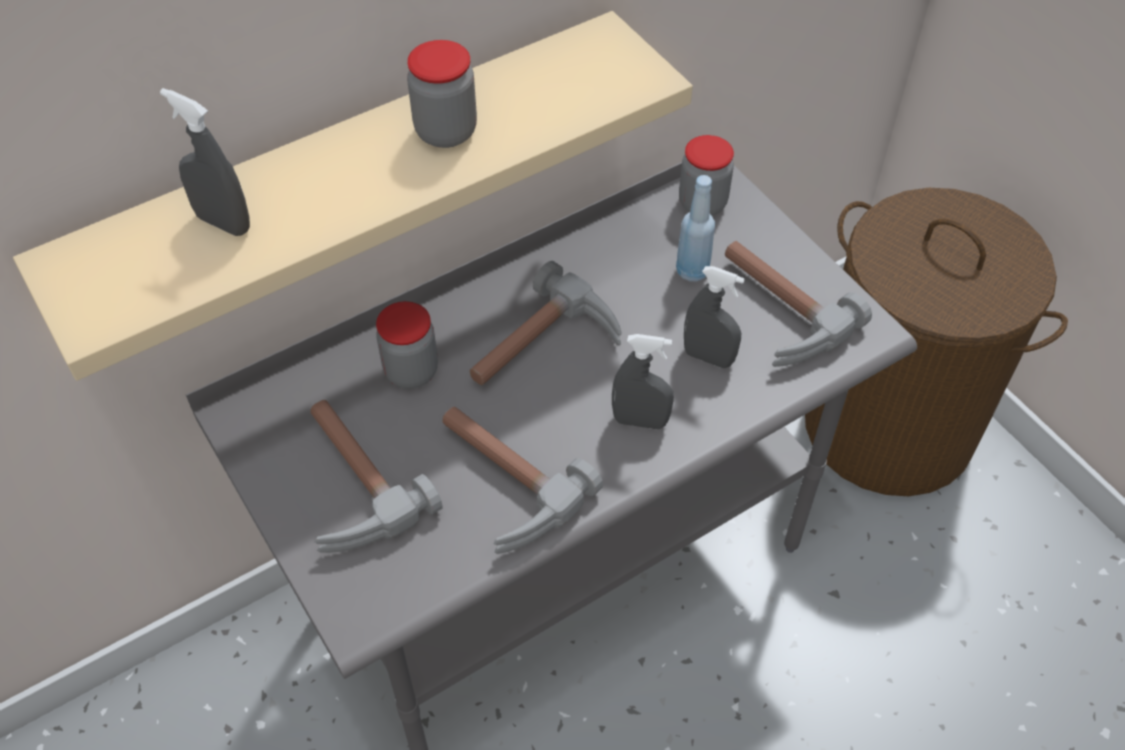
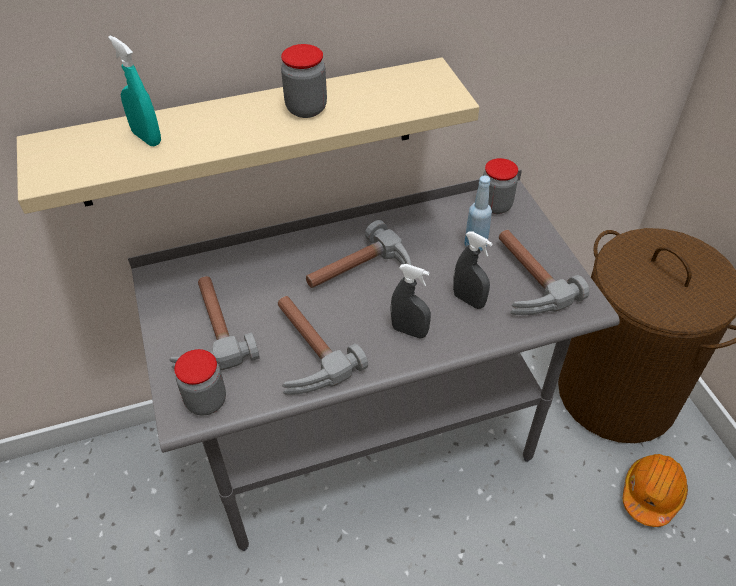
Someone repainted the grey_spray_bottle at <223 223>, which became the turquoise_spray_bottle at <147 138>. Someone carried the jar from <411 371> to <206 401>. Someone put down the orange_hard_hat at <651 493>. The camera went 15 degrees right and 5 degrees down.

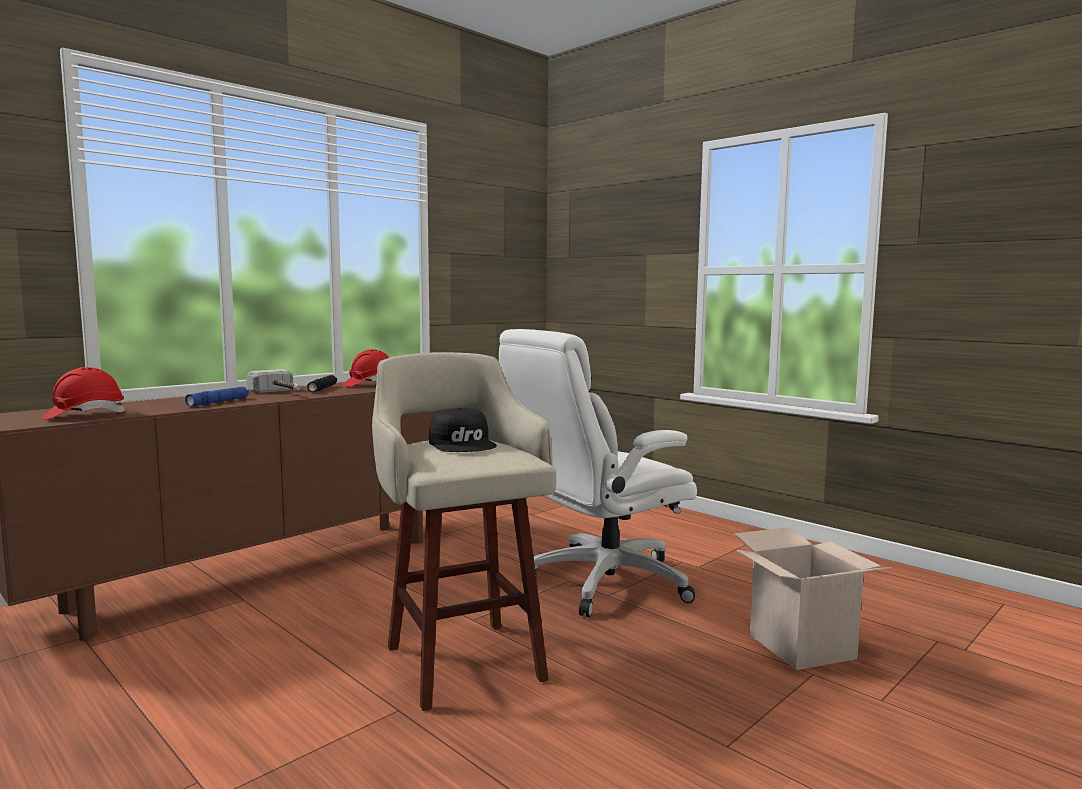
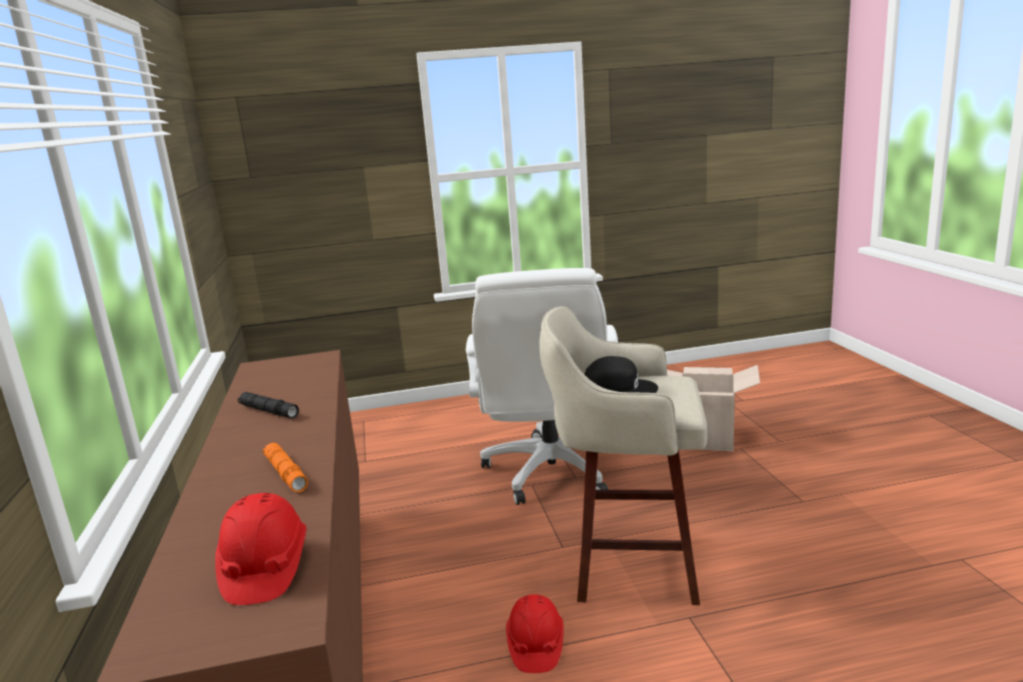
Someone repainted the blue_flashlight at <218 402>, which became the orange_flashlight at <286 473>. Someone took away the hammer at <281 393>. Someone carried the red_hard_hat from <370 385> to <535 646>. The camera went 55 degrees left and 10 degrees up.

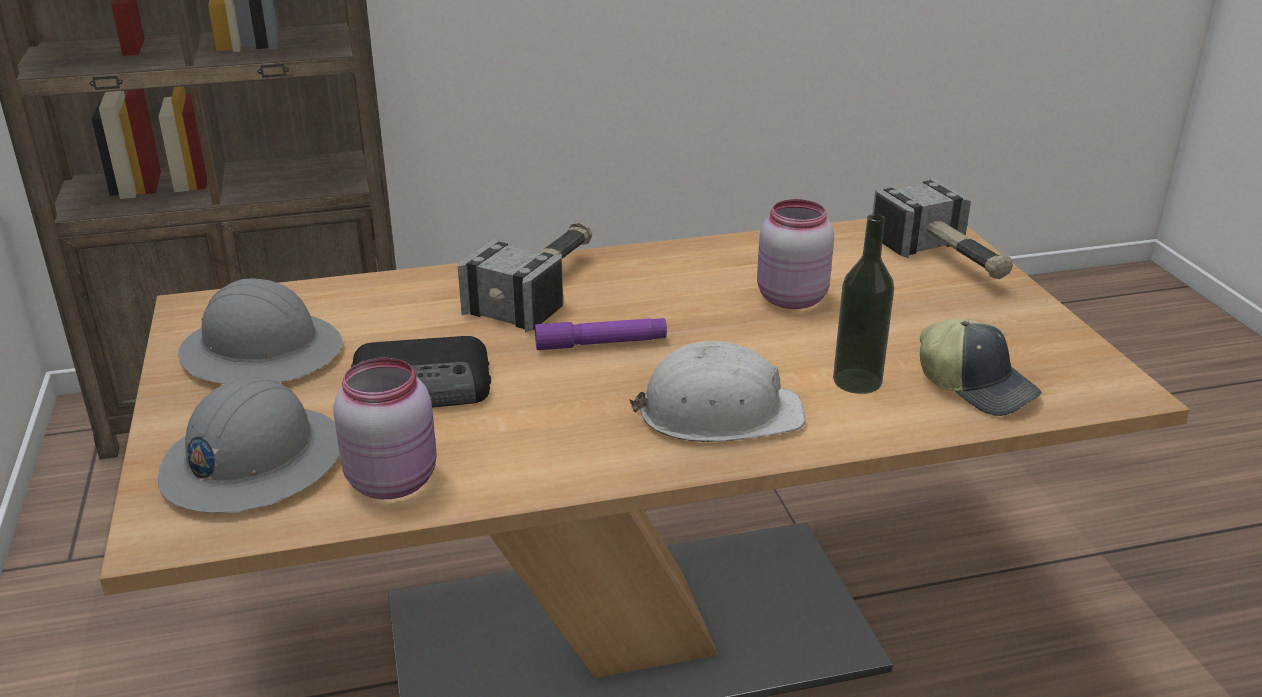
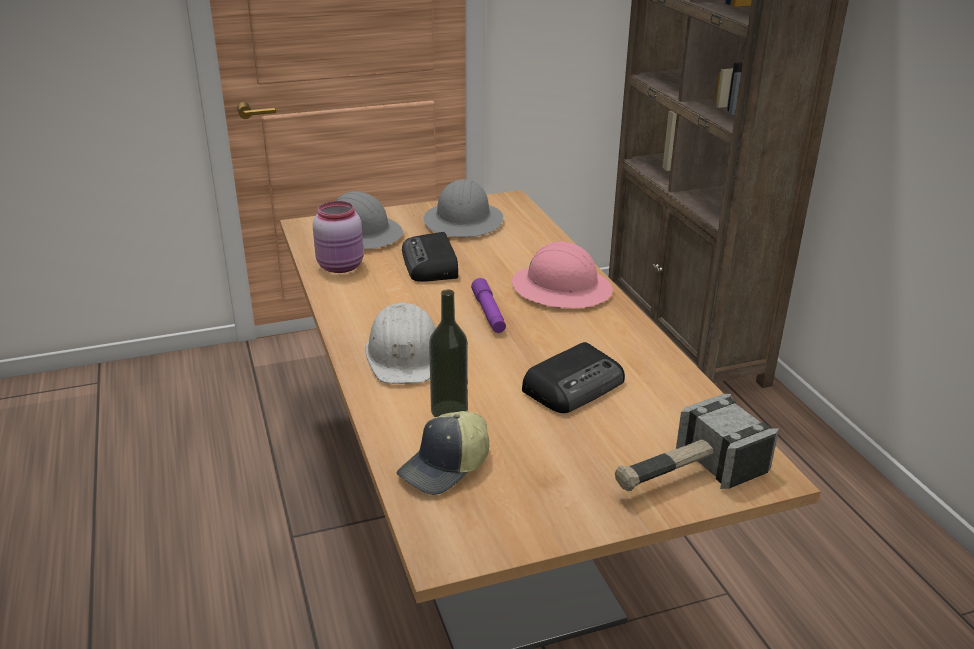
Someone swapped the hammer at <540 288> for the pink_hard_hat at <561 288>. Someone swapped the pink_jar at <789 298> for the radio at <575 385>. The camera went 85 degrees right and 0 degrees up.

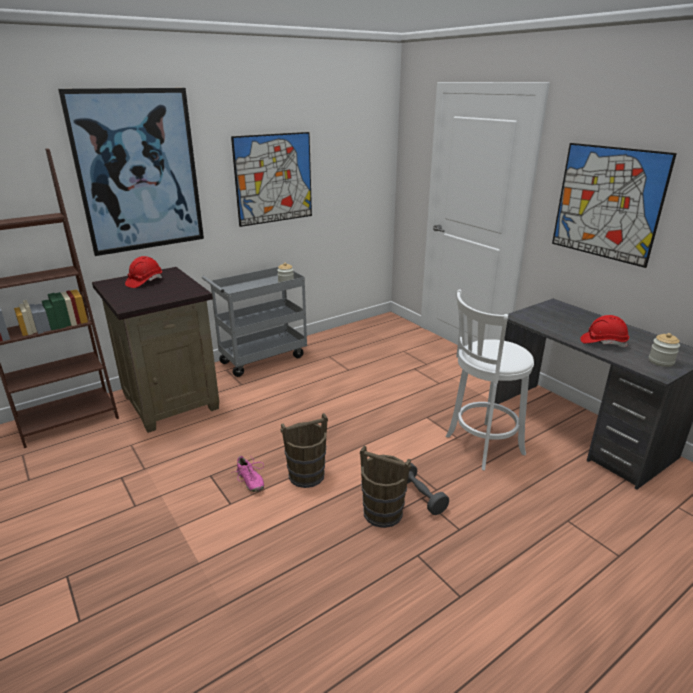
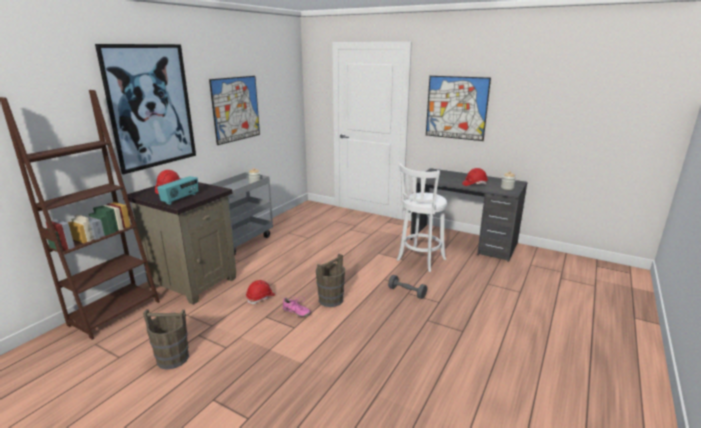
Someone carried the brown_bucket from <382 512> to <172 358>. Someone put down the radio at <181 199>. Someone put down the red_hard_hat at <261 298>. The camera went 25 degrees left and 5 degrees down.

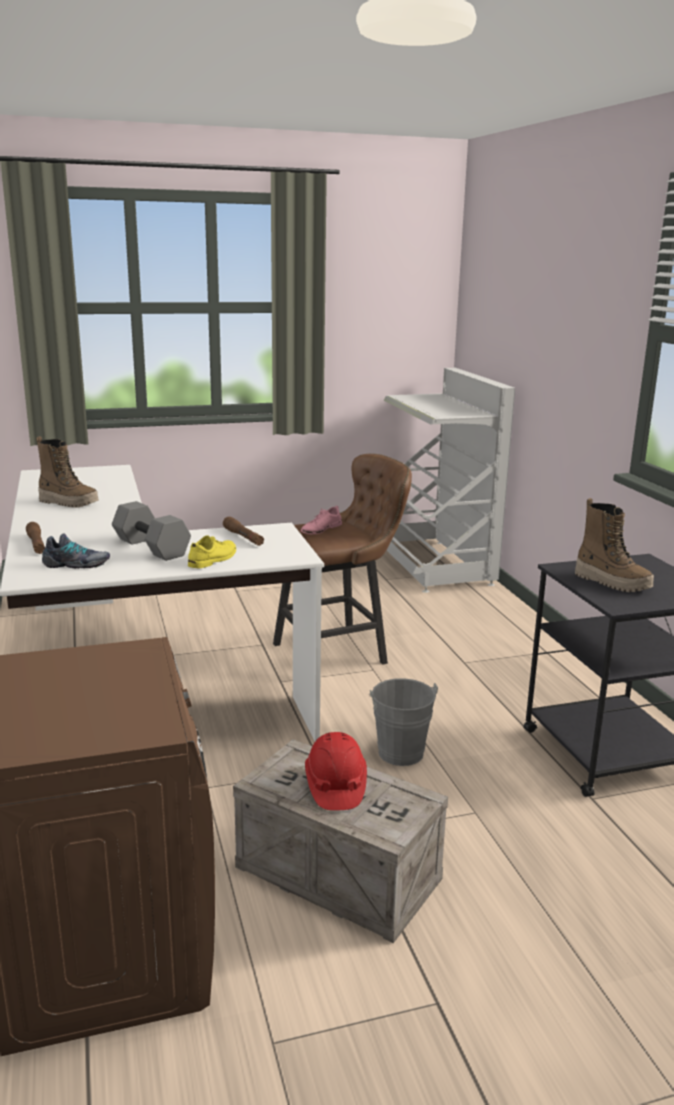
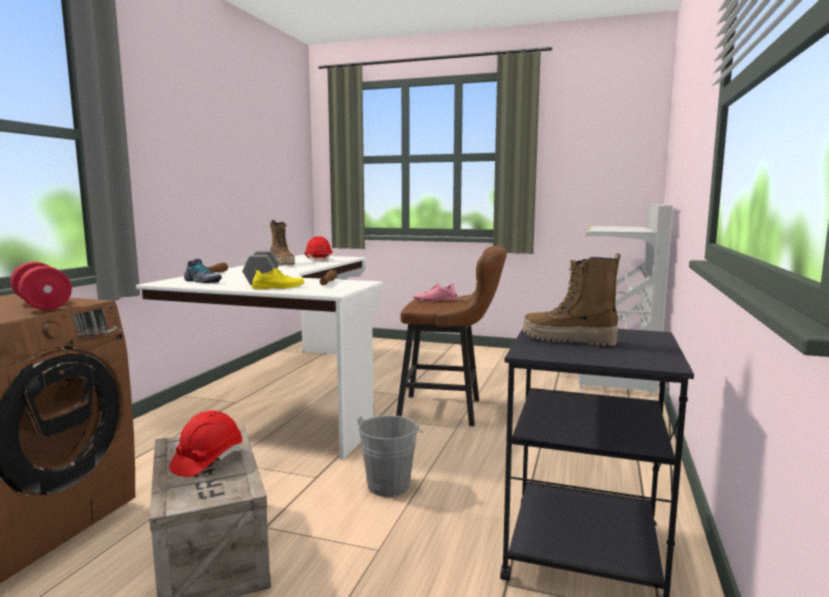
Someone rotated the boot at <612 582> by 120 degrees clockwise. Someone put down the red_dumbbell at <42 305>. Someone put down the red_hard_hat at <318 260>. The camera went 35 degrees right and 10 degrees down.

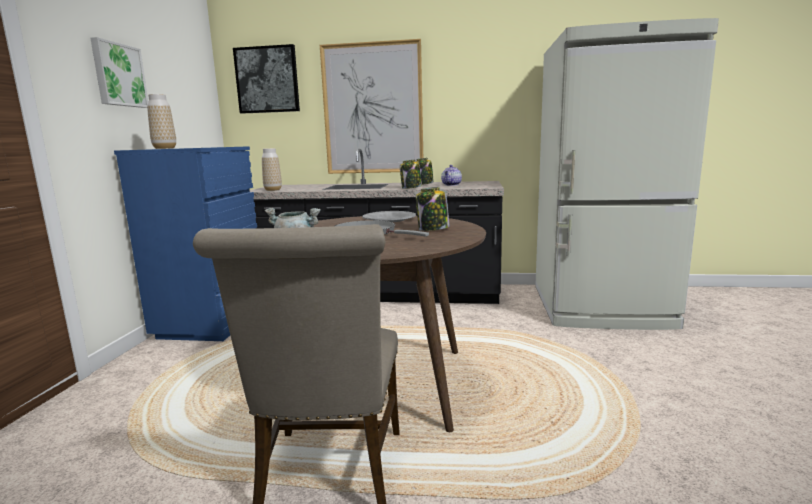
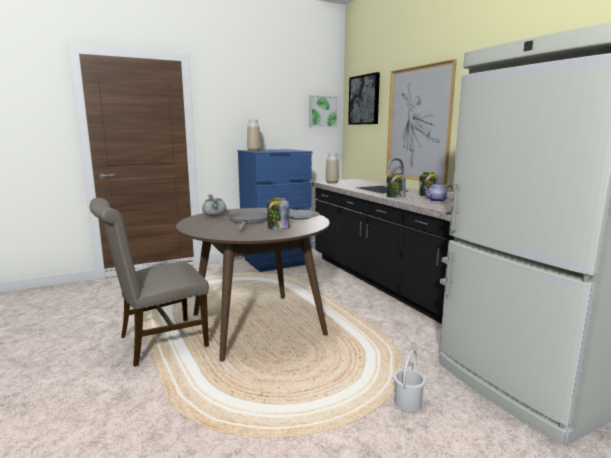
Someone carried the picture from <118 75> to <322 112>. Someone put down the white_bucket at <408 403>. The camera went 55 degrees right and 0 degrees up.

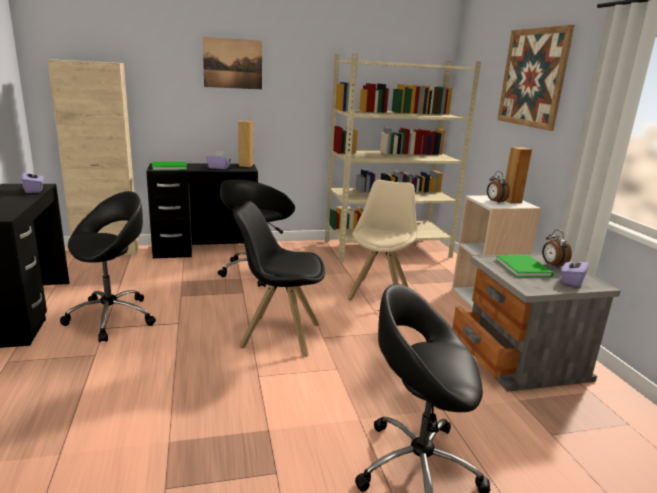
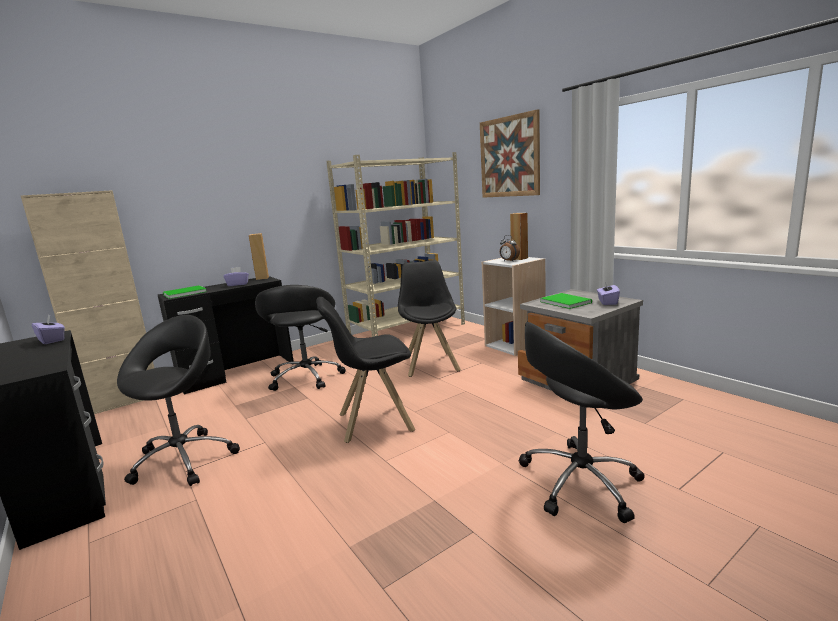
Someone took away the picture at <233 63>. Someone repainted the beige_chair at <379 292>, which became the black_chair at <431 364>. Someone took away the alarm_clock at <552 265>. The camera went 20 degrees left and 5 degrees down.

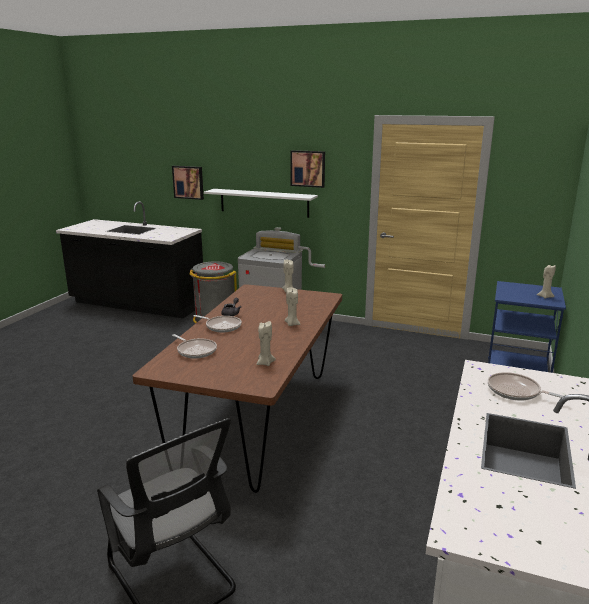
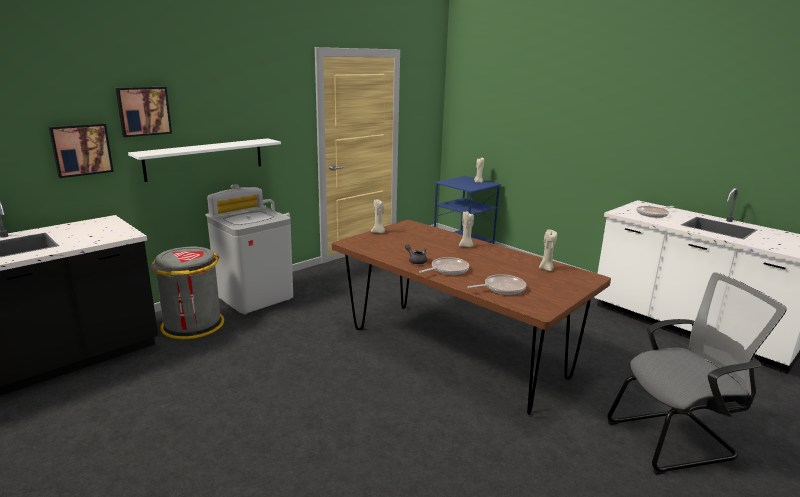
Someone carried the picture from <308 168> to <143 111>. The camera went 65 degrees left and 0 degrees up.

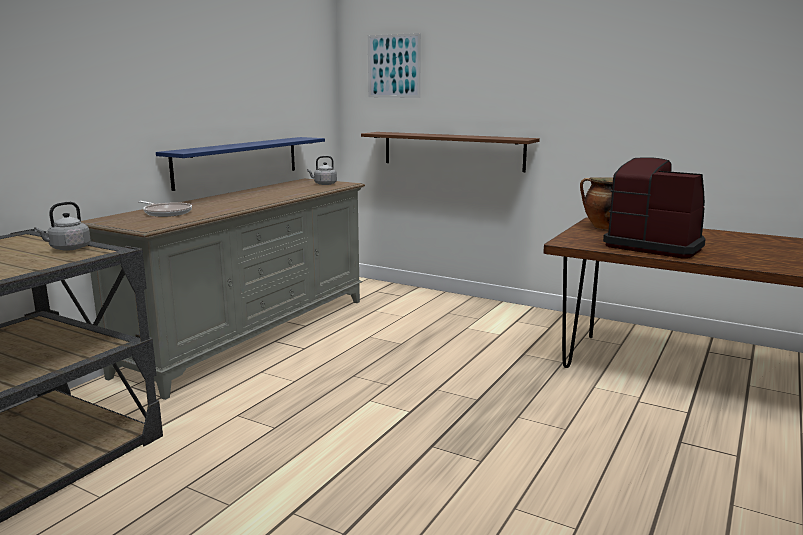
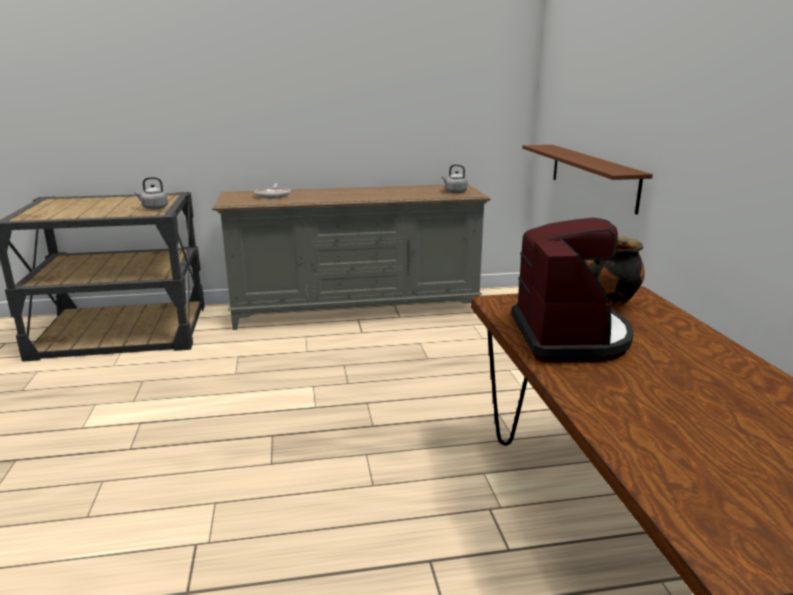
Someone took away the blue_shelf at <238 161>. Someone took away the picture at <393 66>. The camera went 50 degrees right and 5 degrees up.

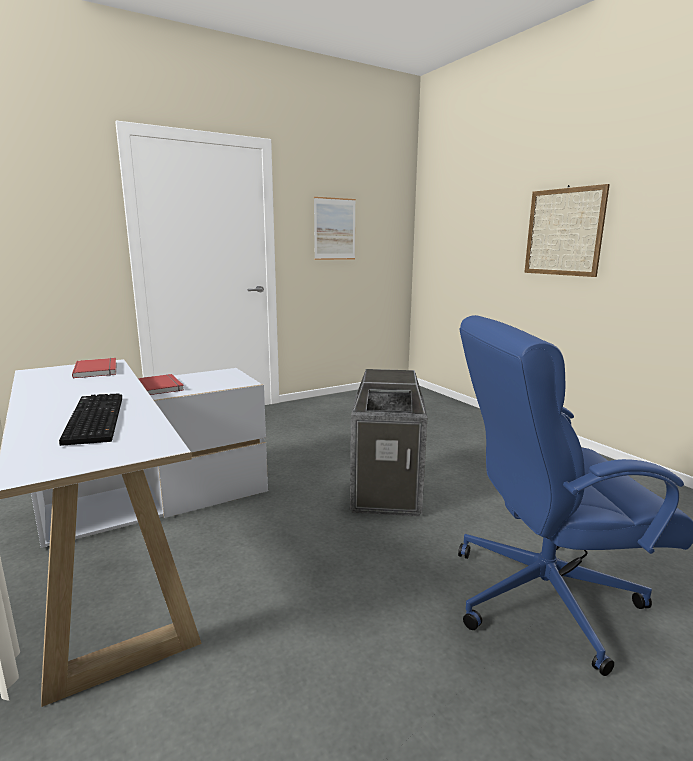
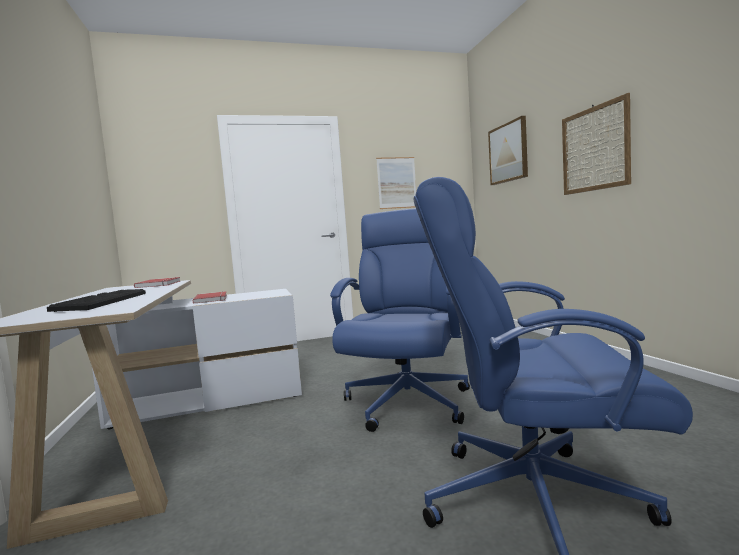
Someone swapped the trash_can at <386 497> for the blue_office_chair at <407 403>. Someone put up the picture at <508 152>. The camera went 15 degrees right and 10 degrees down.

